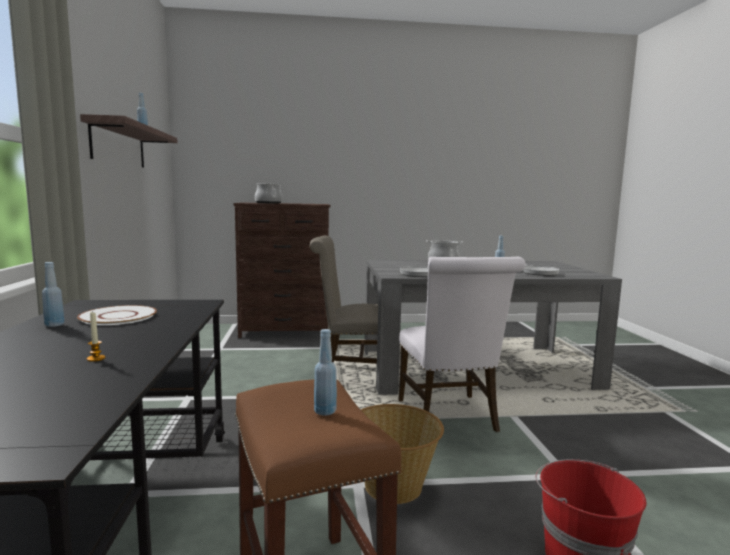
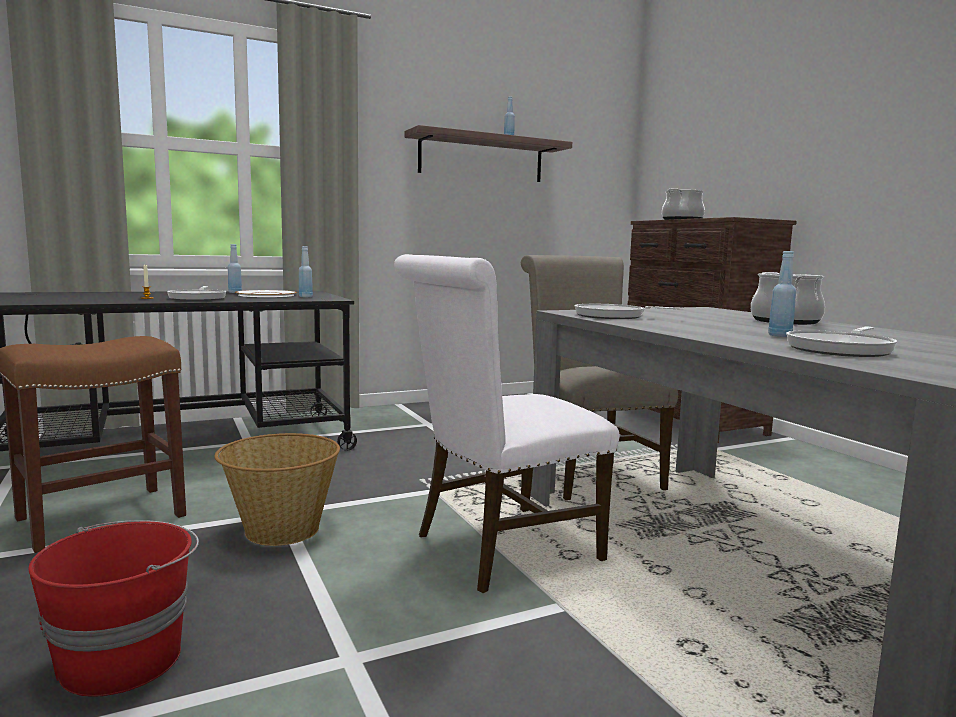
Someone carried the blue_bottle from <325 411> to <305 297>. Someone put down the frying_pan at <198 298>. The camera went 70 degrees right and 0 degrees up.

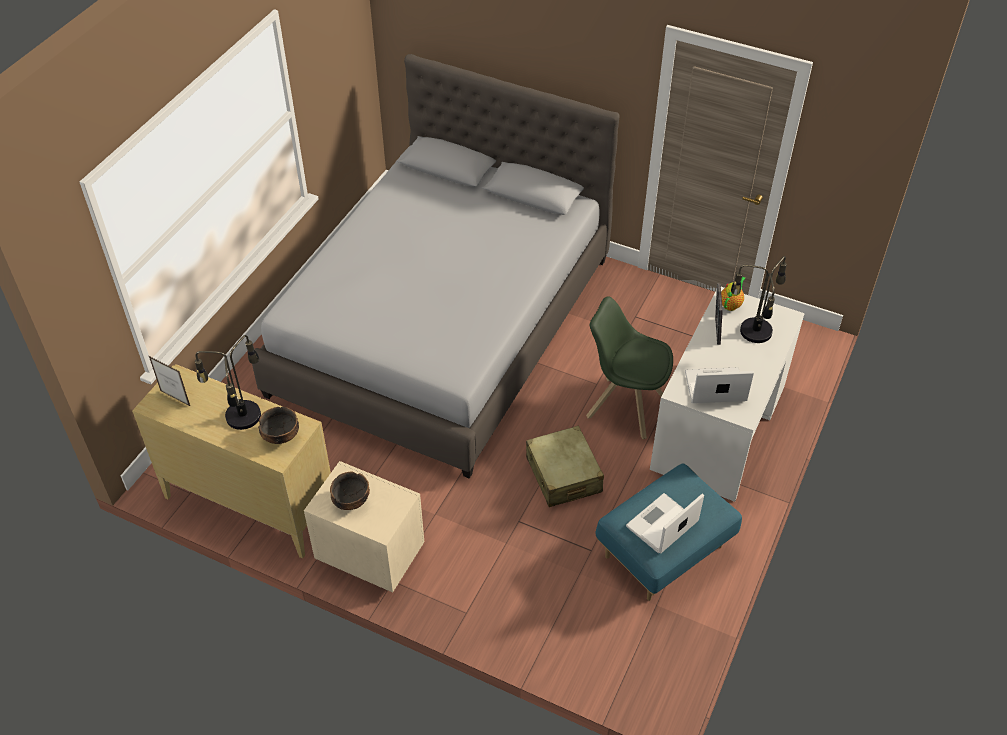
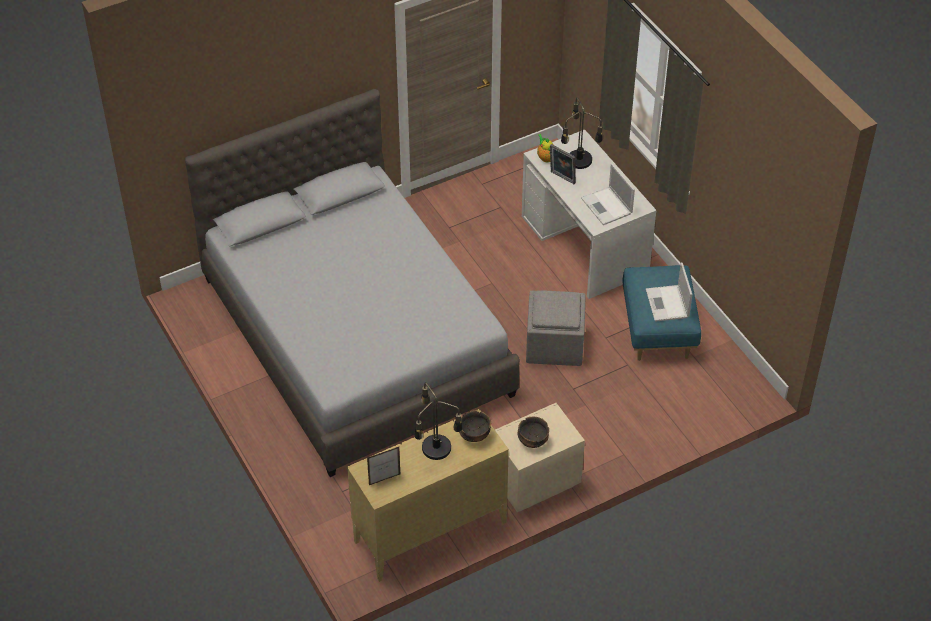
Someone swapped the beige_suitcase at <563 475> for the grey_ottoman at <555 344>. Someone took away the green_chair at <625 407>. Someone rotated the laptop at <714 387> by 60 degrees counterclockwise. The camera went 55 degrees left and 0 degrees up.

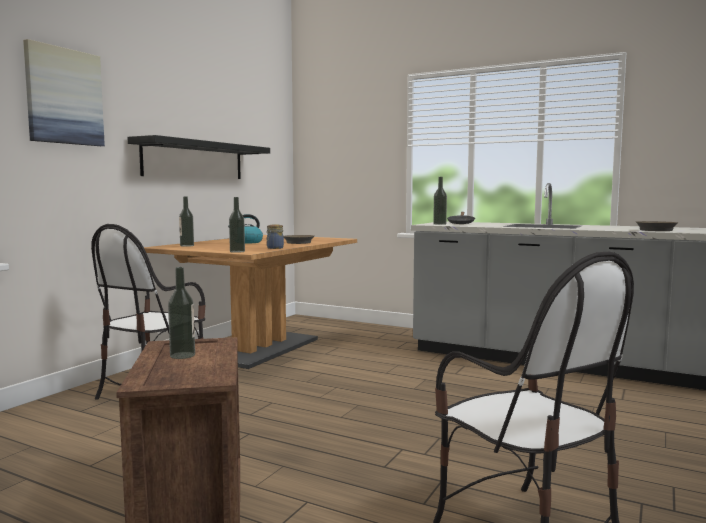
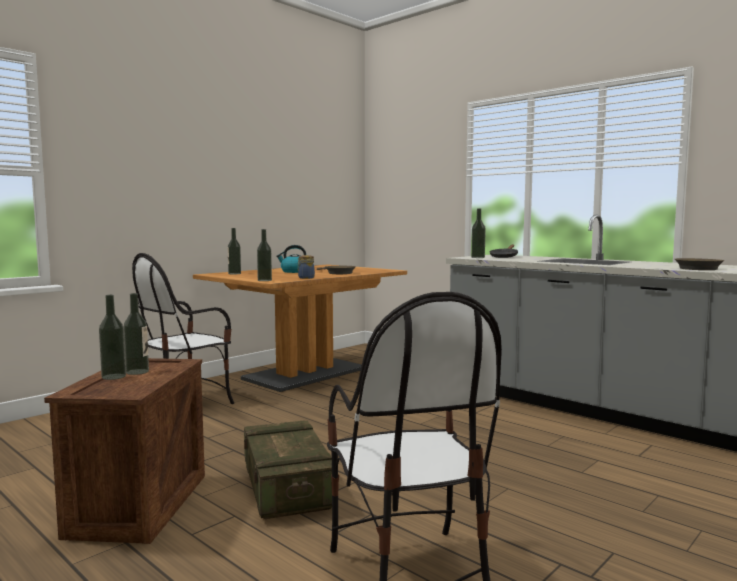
Someone took away the picture at <64 96>. Someone took away the black_shelf at <194 160>. Someone put down the bottle at <113 376>. Someone put down the crate at <287 488>. The camera went 15 degrees right and 0 degrees up.

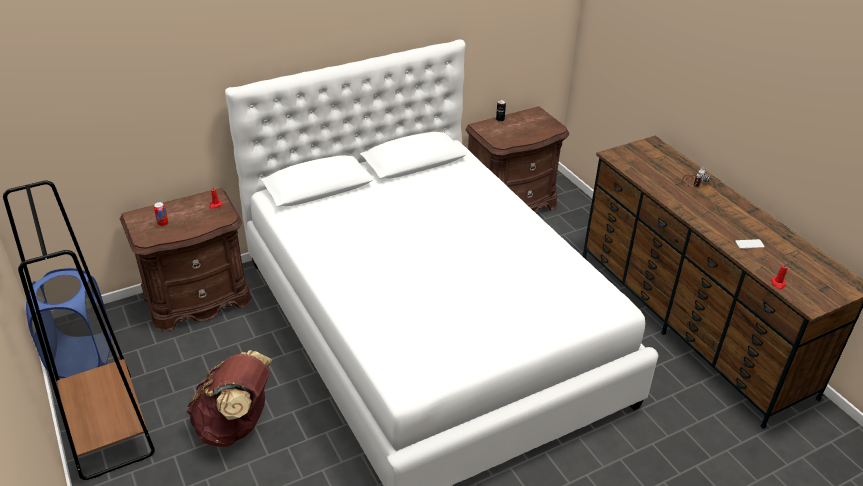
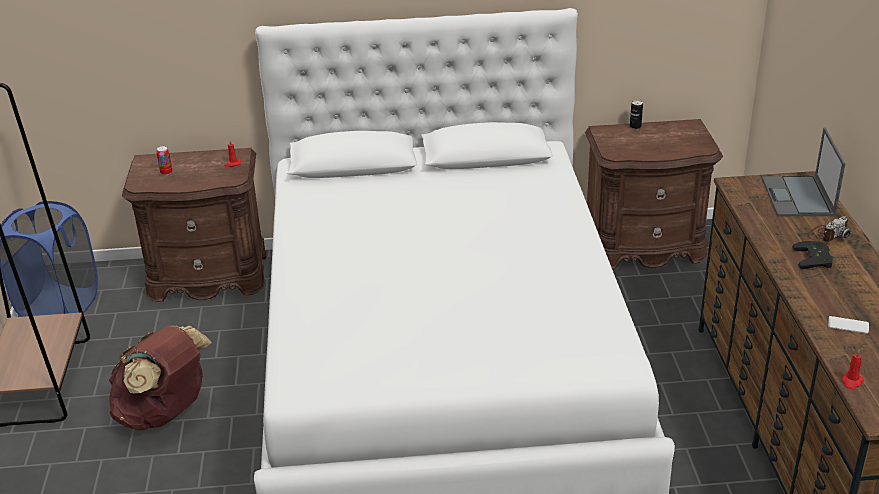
Someone put down the laptop at <798 197>. Someone put down the black_game_controller at <815 259>. The camera went 25 degrees right and 5 degrees down.

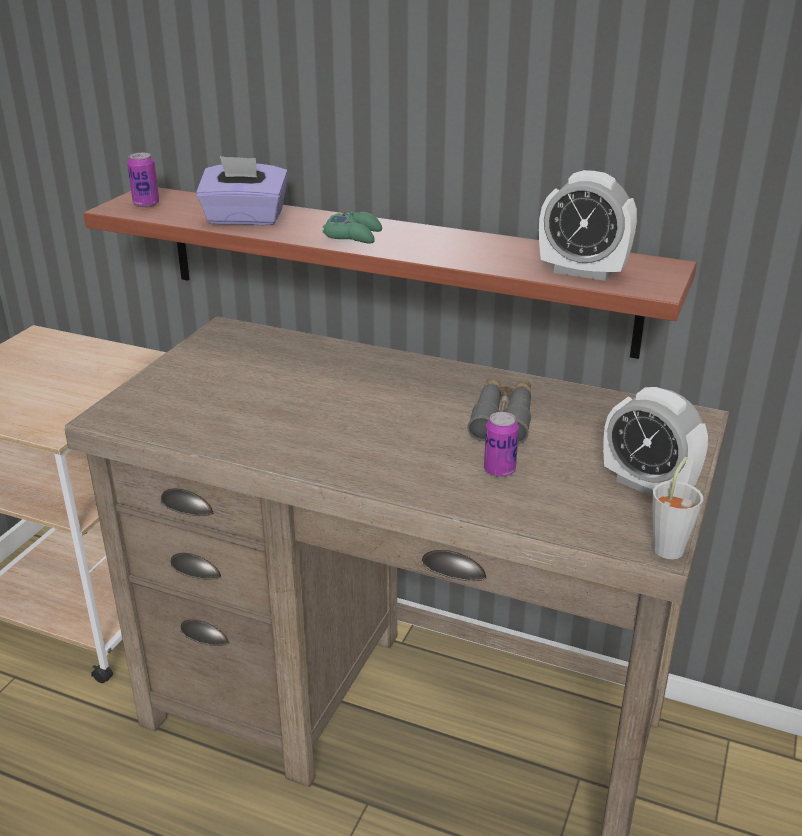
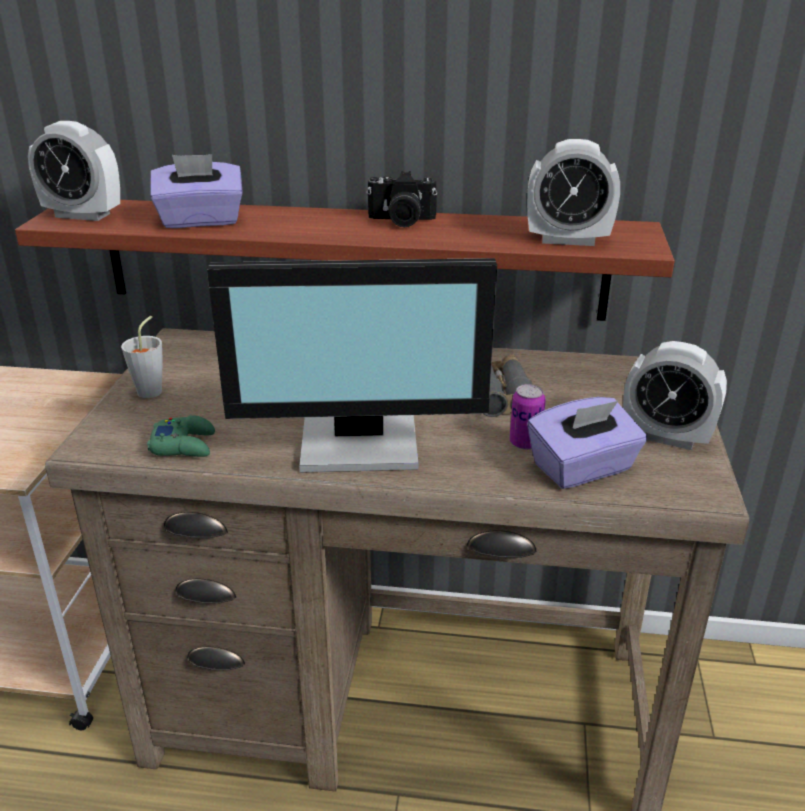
Someone swapped the can at <146 204> for the alarm_clock at <83 215>. Someone carried the green_game_controller from <353 235> to <184 445>. Someone carried the grey_cup from <670 546> to <153 389>. Someone put down the monitor at <361 443>. Someone put down the photo_camera at <401 221>. Someone put down the purple_tissue_box at <583 468>. The camera went 15 degrees left and 0 degrees up.

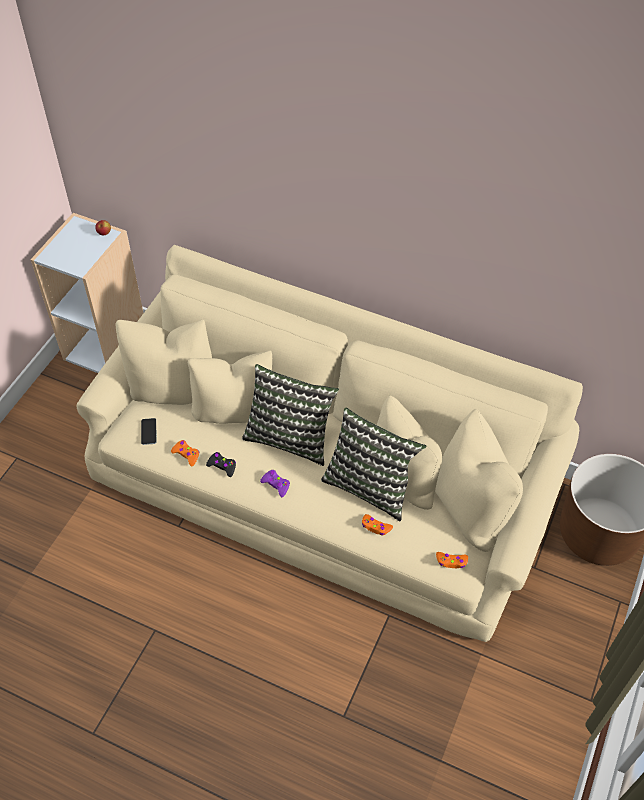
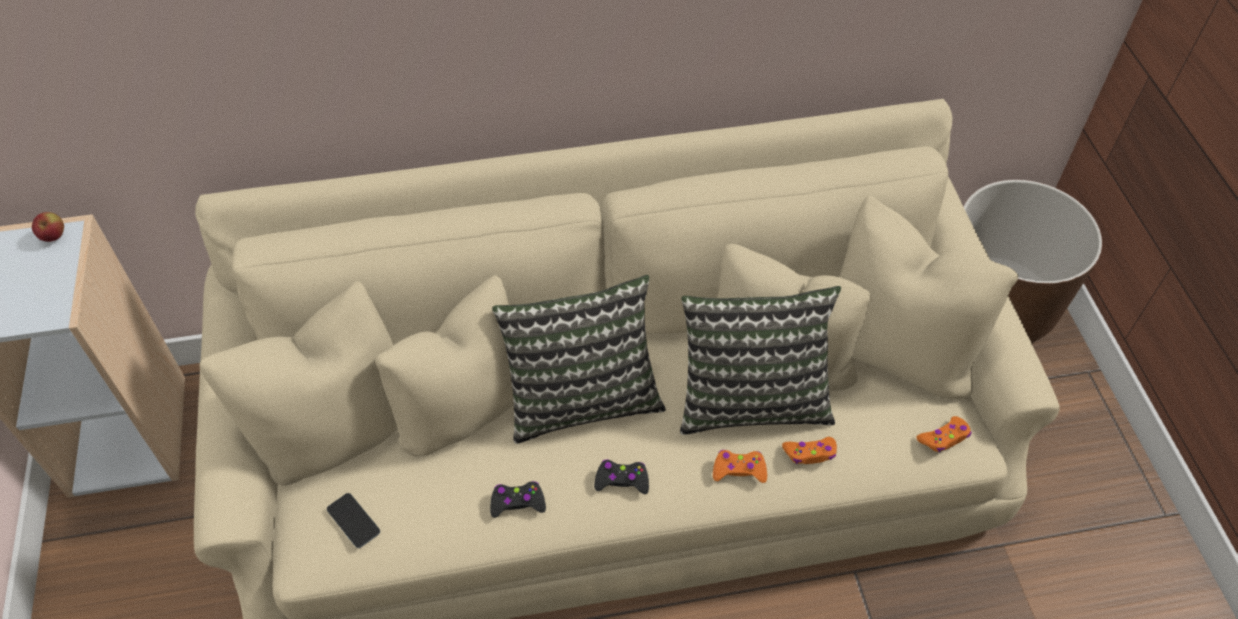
Someone carried the orange_game_controller from <186 454> to <739 470>. Someone repainted the purple_game_controller at <276 484>, which became the black_game_controller at <622 480>. The camera went 35 degrees left and 0 degrees up.

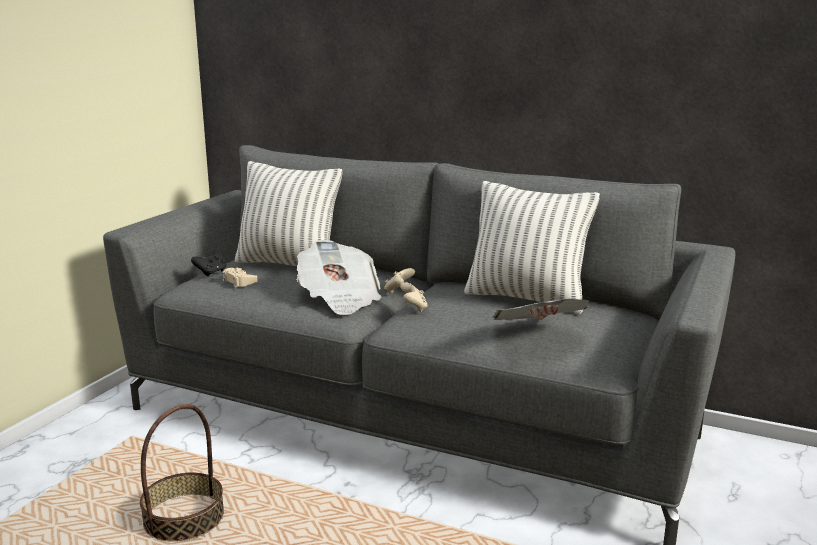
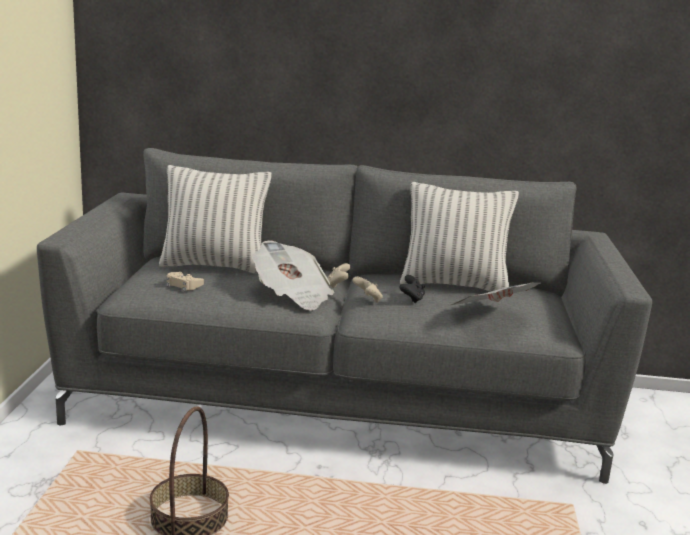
Someone carried the black_game_controller from <211 273> to <411 299>. The camera went 20 degrees left and 0 degrees up.

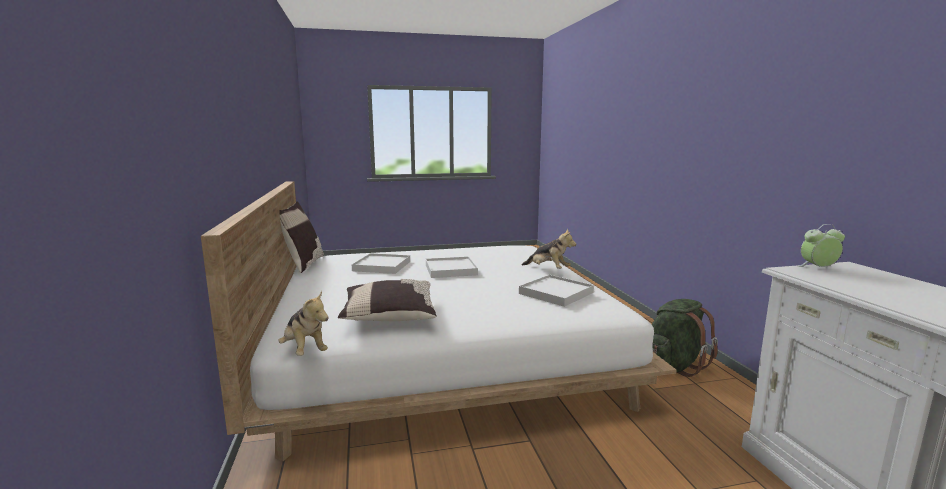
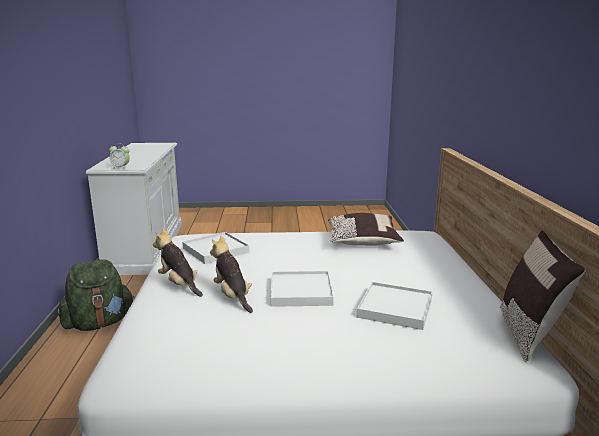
Someone carried the plush_toy from <304 351> to <232 296>. The camera went 170 degrees left and 5 degrees up.

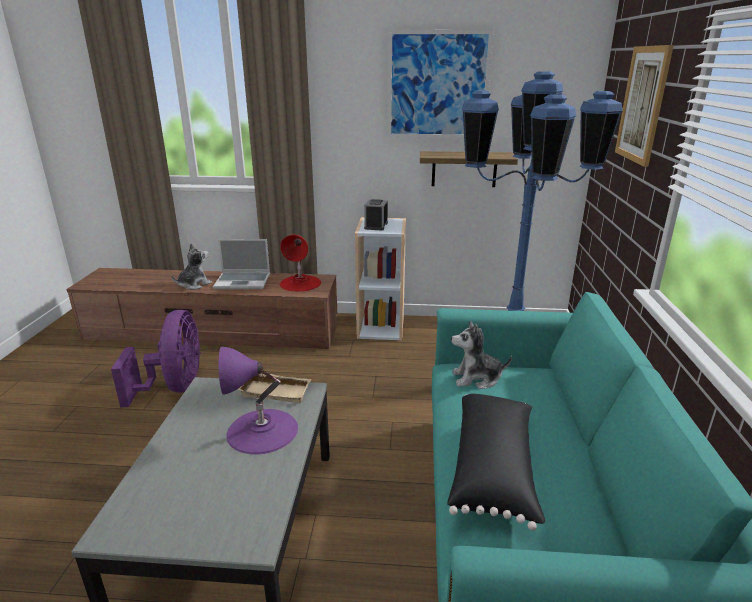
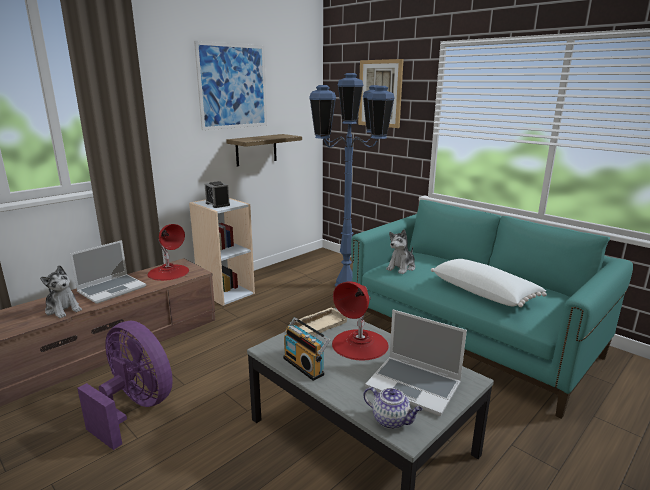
Someone rotated the plush_toy at <194 285> by 135 degrees clockwise. Someone repainted the purple_table_lamp at <262 431>, which became the red_table_lamp at <360 344>. Someone repainted the black_pillow at <494 469>, which became the white_pillow at <484 292>. Someone put down the radio at <305 365>. Someone put down the teapot at <391 420>. Someone put down the laptop at <415 386>. The camera went 50 degrees left and 5 degrees down.

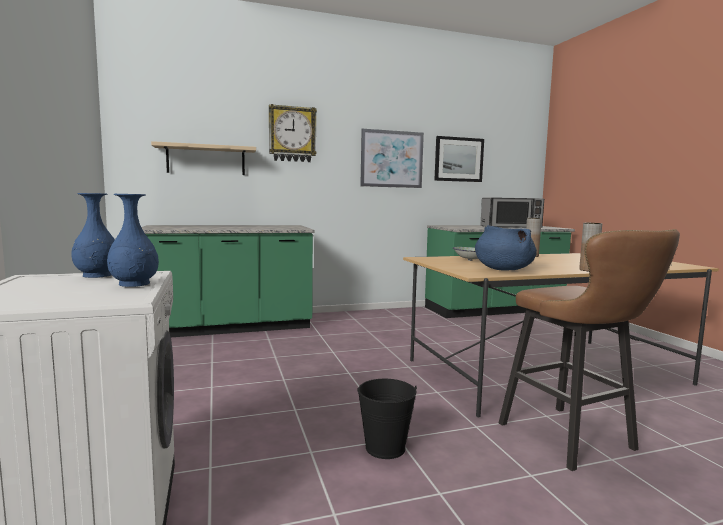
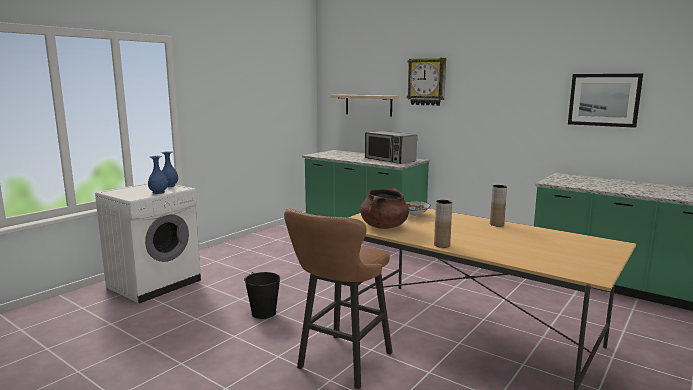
Someone took away the picture at <391 159>. Someone repainted the blue_cooking_pot at <503 269>, which became the brown_cooking_pot at <384 226>. Someone carried the microwave from <511 227> to <390 160>. The camera went 55 degrees right and 5 degrees up.

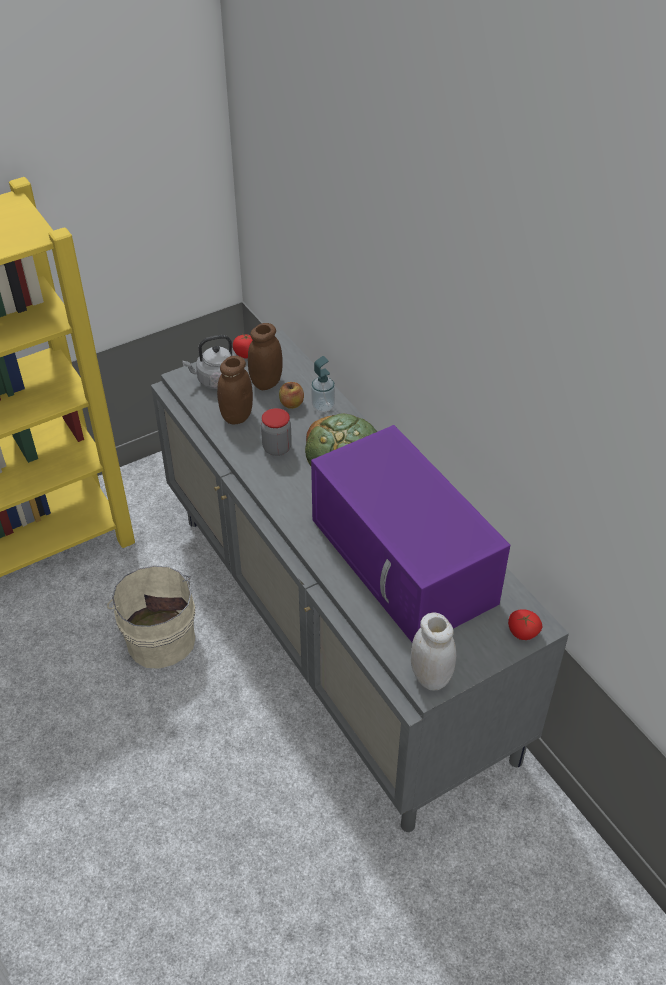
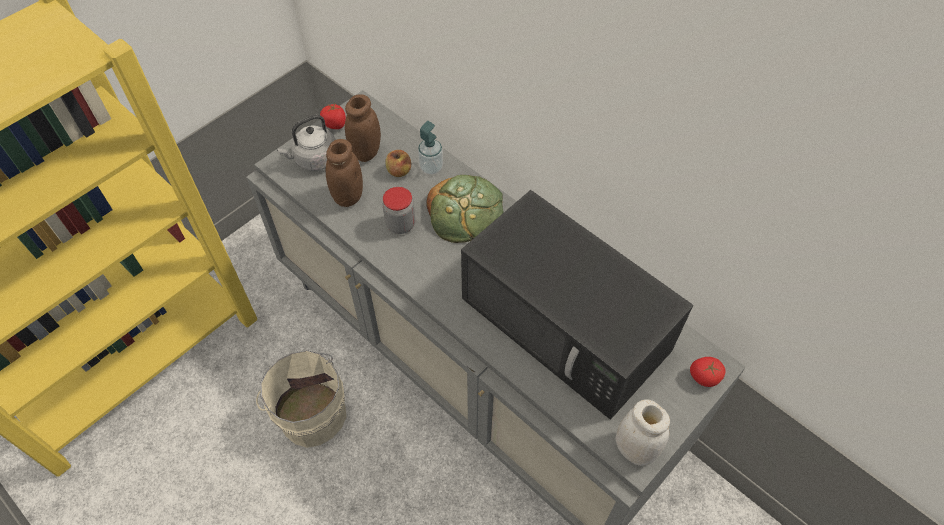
Someone repainted the purple_microwave at <405 562>, which became the black_microwave at <568 325>. The camera went 15 degrees left and 10 degrees up.

